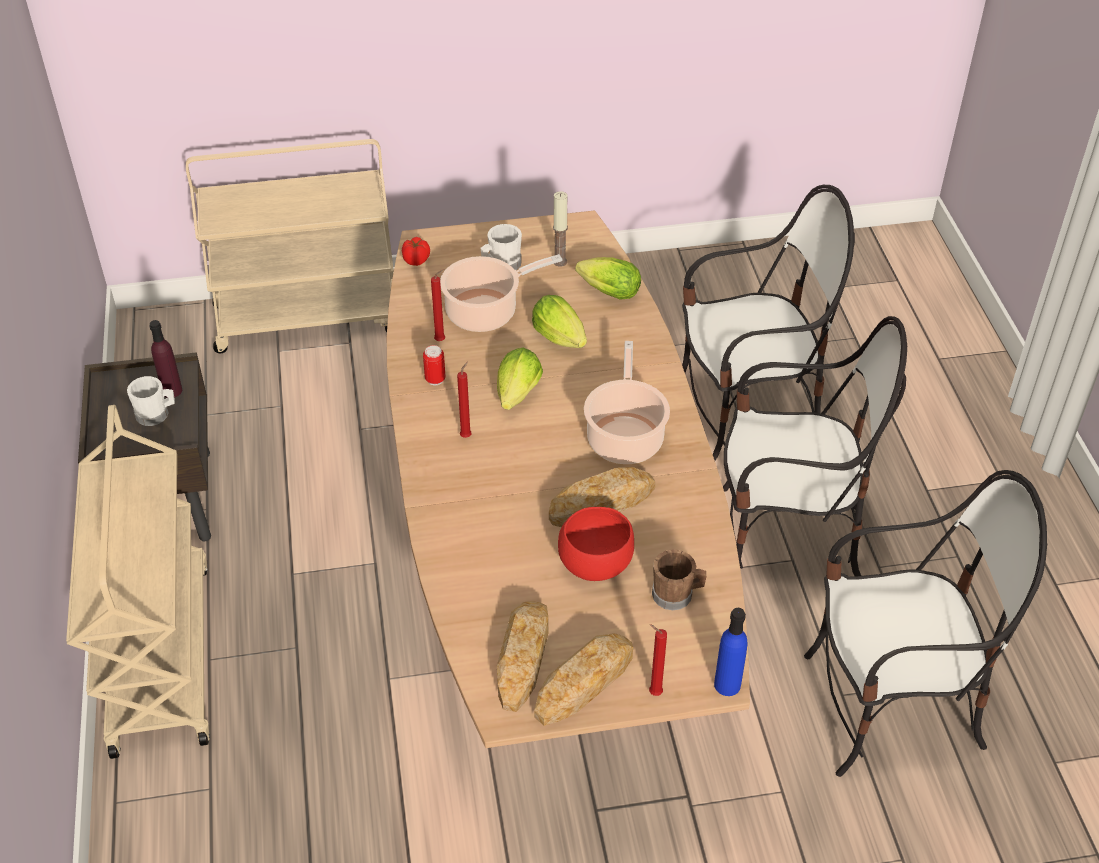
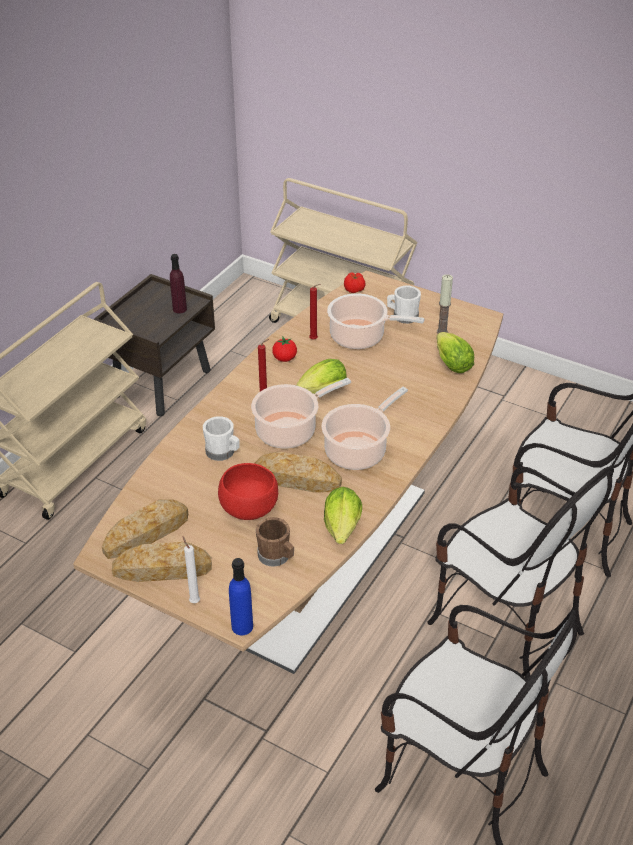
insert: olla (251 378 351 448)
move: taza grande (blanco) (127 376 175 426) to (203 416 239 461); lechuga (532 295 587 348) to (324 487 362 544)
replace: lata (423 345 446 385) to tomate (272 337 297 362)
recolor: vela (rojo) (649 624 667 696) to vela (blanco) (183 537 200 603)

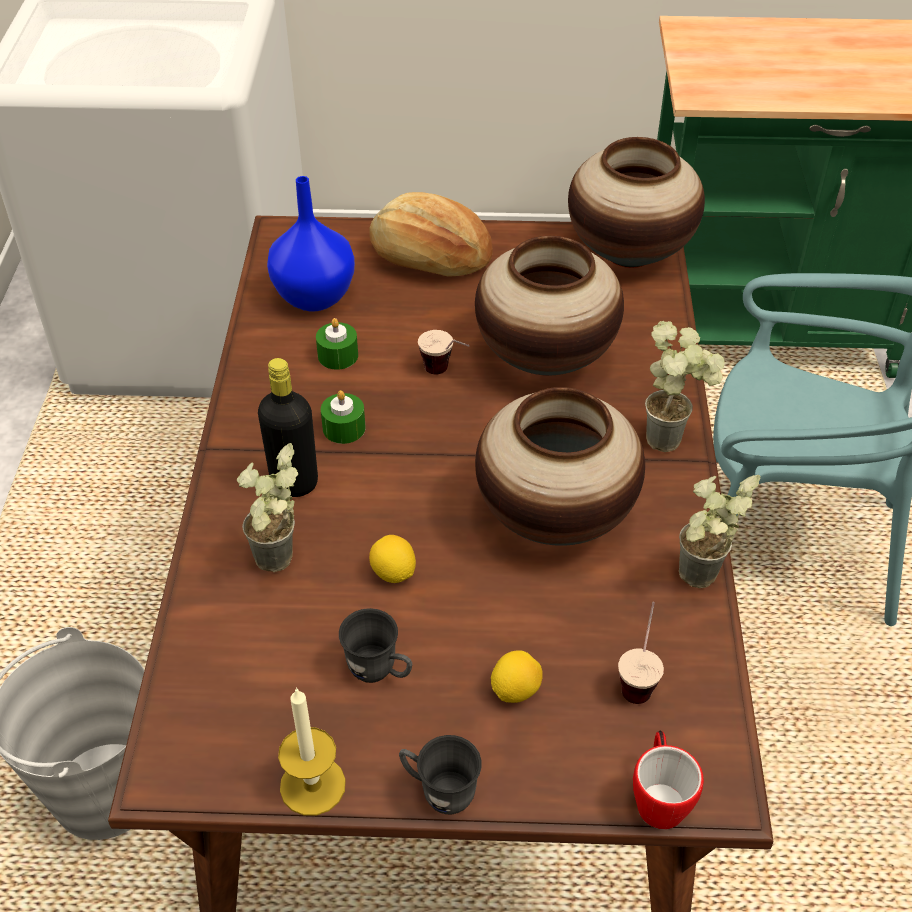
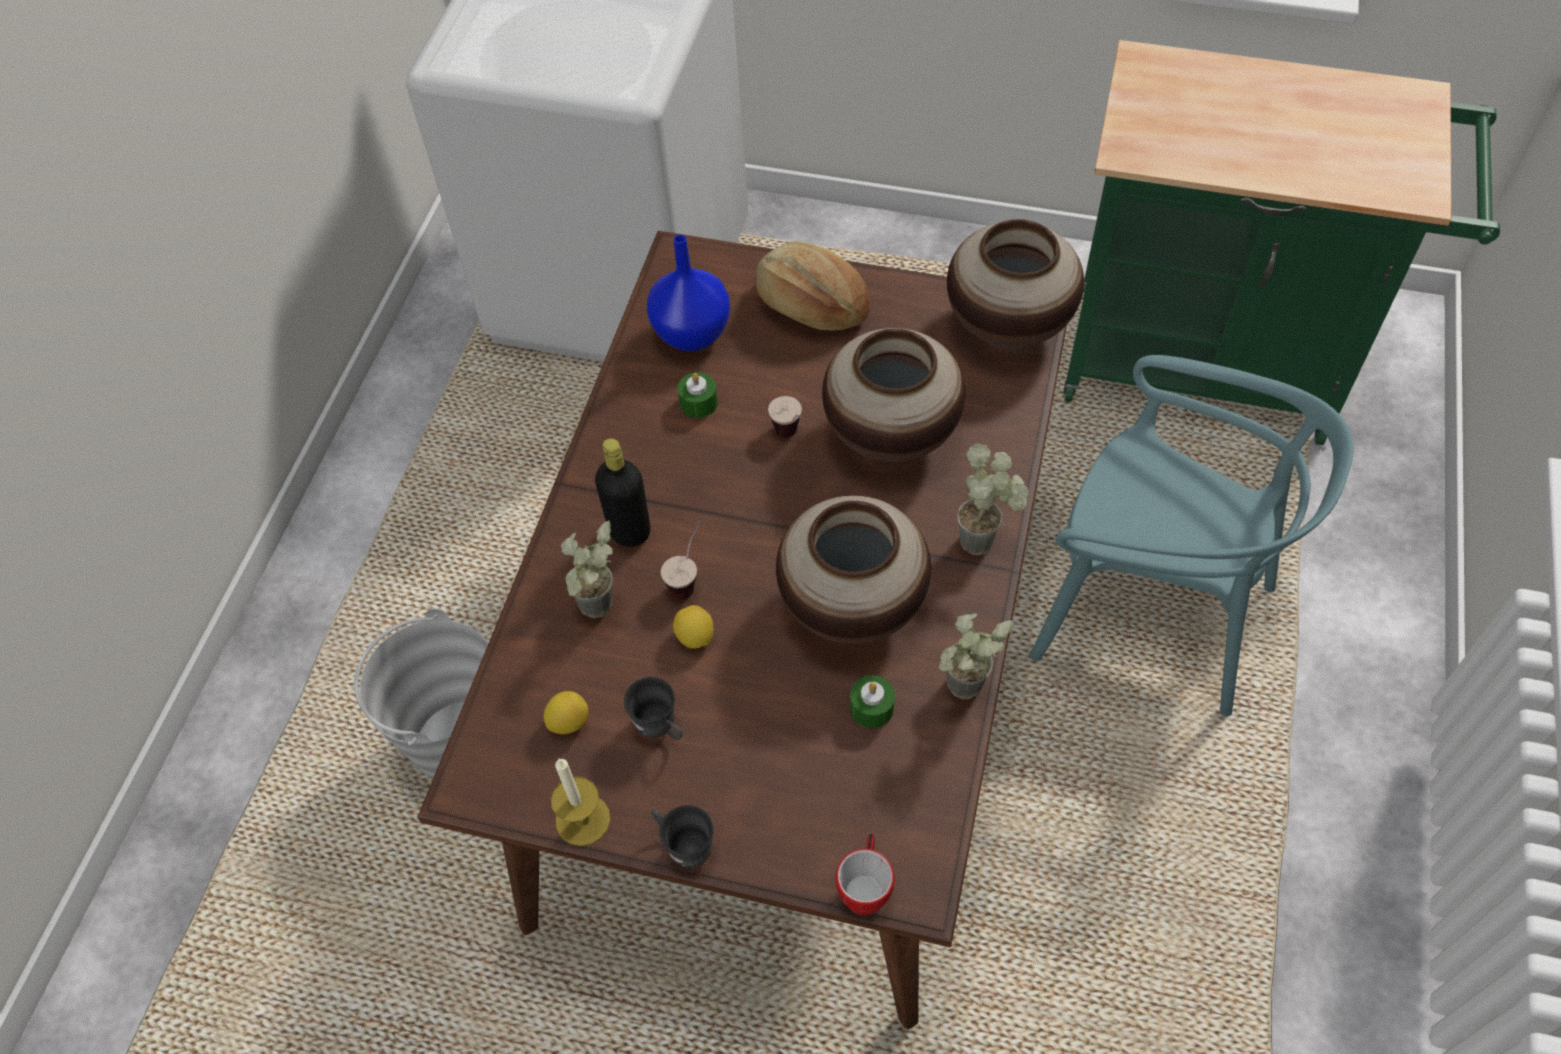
move: limón (491 650 543 703) to (543 691 589 734); taza (618 602 664 704) to (661 521 701 599); vela (verde) (321 390 365 444) to (850 675 895 728)

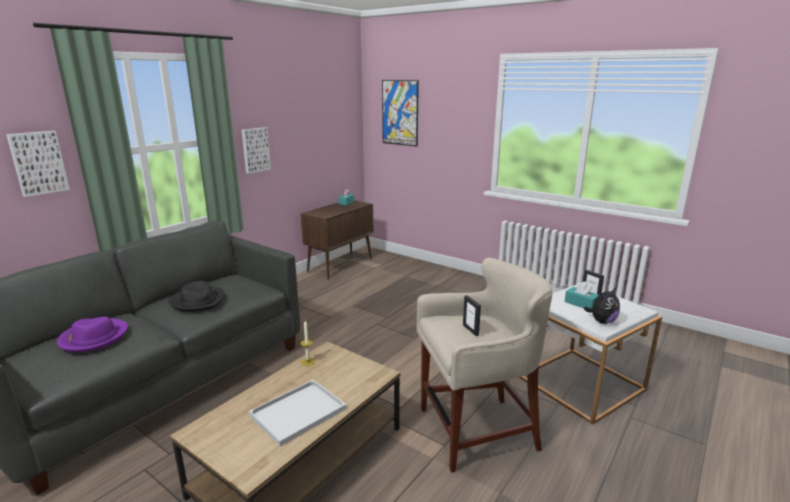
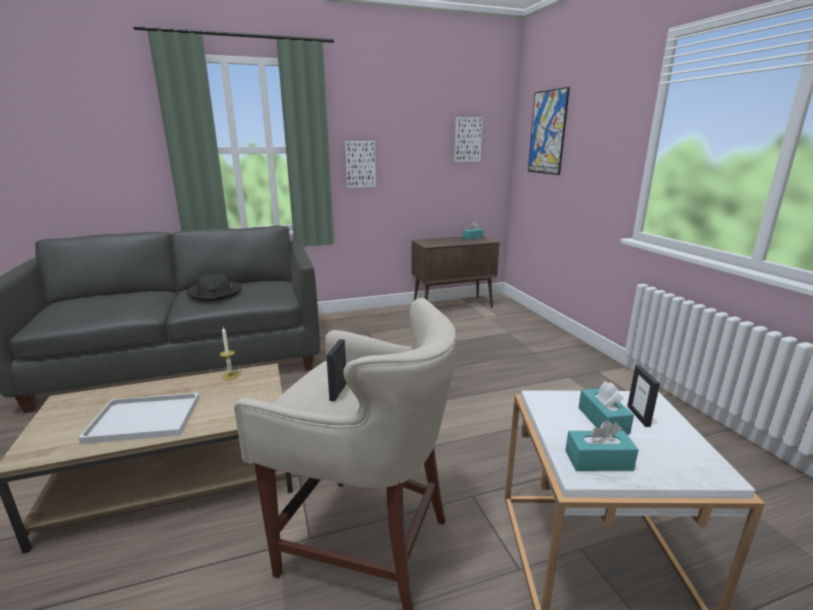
delete: sombrero (morado) (57 317 128 353)
move: cuadro (6 131 70 197) to (454 117 483 162)
replace: peluche (584 288 620 324) to caja de pañuelos (turquesa) (565 420 638 471)

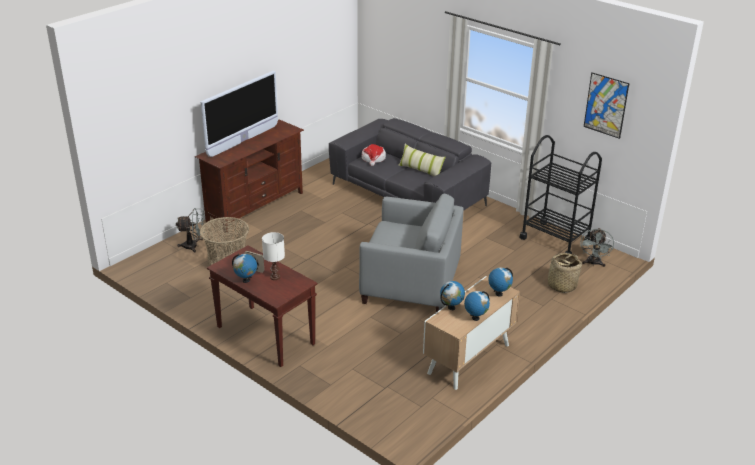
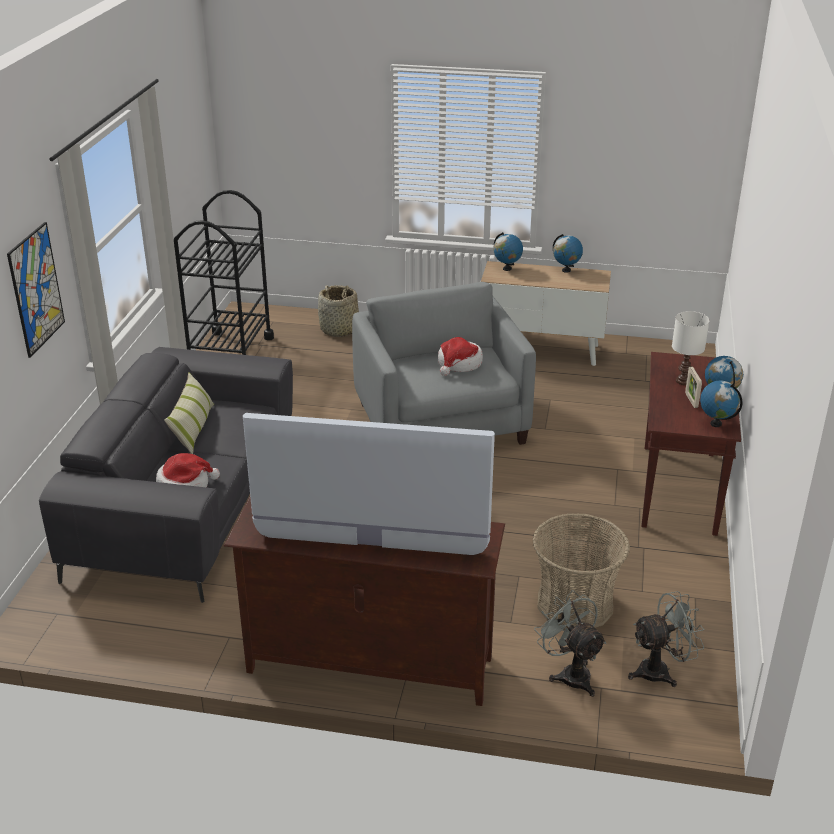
insert: sombrero (438 337 483 376)
move: cuadro (584 72 629 139) to (7 222 65 358); ventilador (gris) (580 228 614 267) to (628 591 705 687); globo terráqueo (440 281 465 310) to (700 380 742 427)

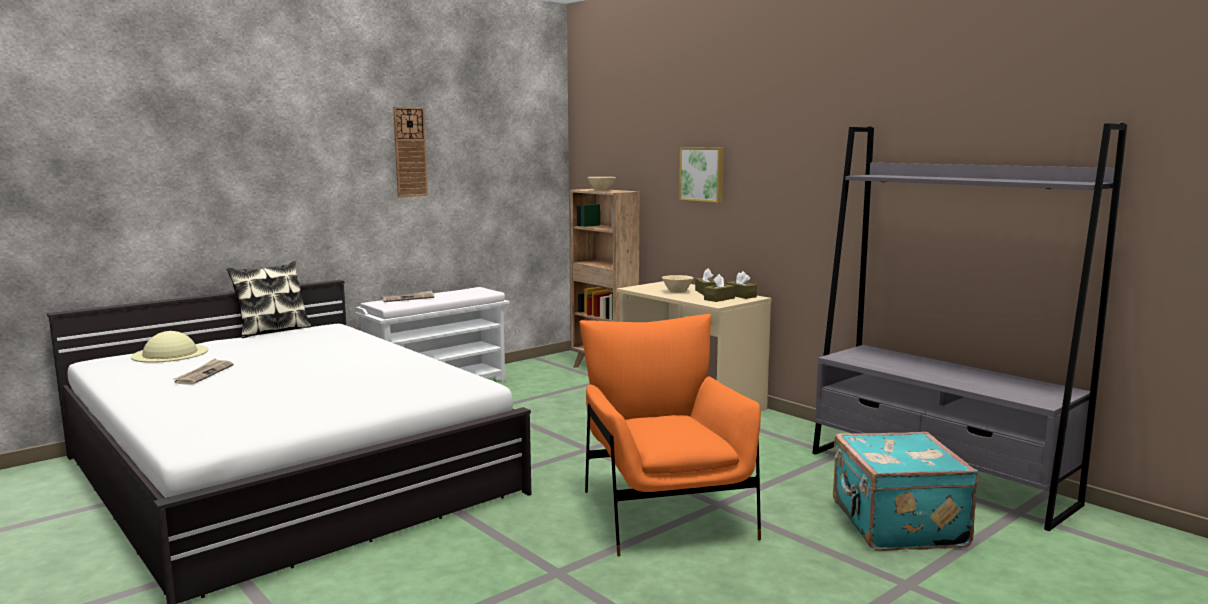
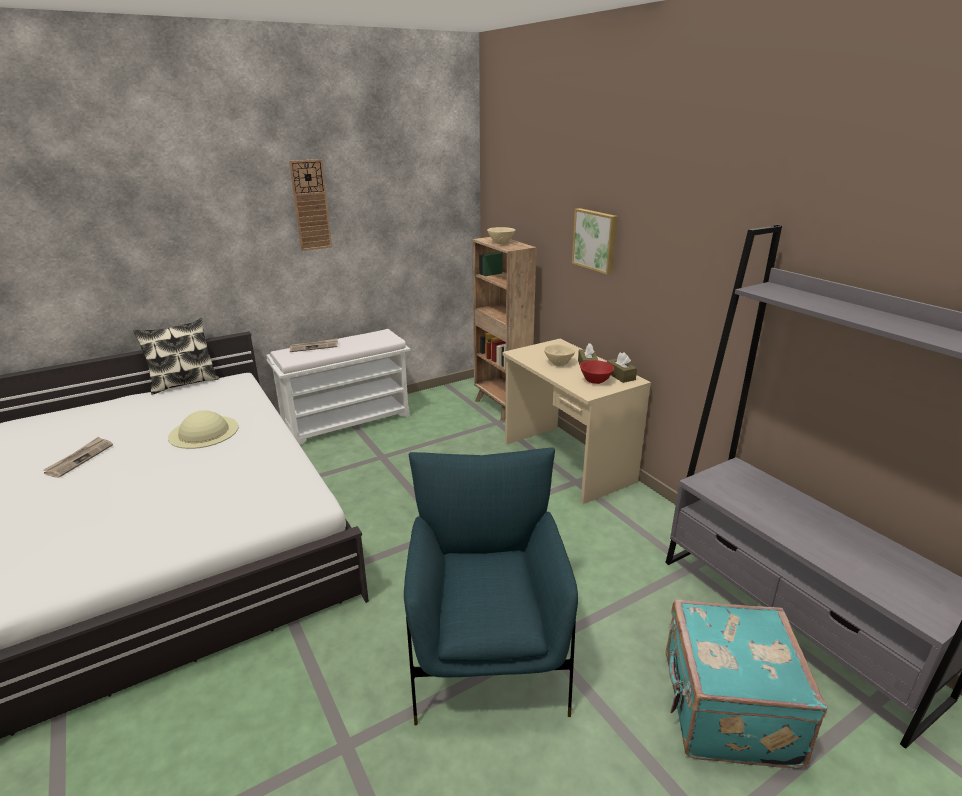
move: sombrero (beis) (131 331 208 363) to (168 410 239 449)
replace: caja de pañuelos (marrón) (704 274 735 302) to cuenco (rojo) (580 360 614 384)
recolor: sillón (naranja) (579 314 761 557) to sillón (azul) (404 448 578 726)

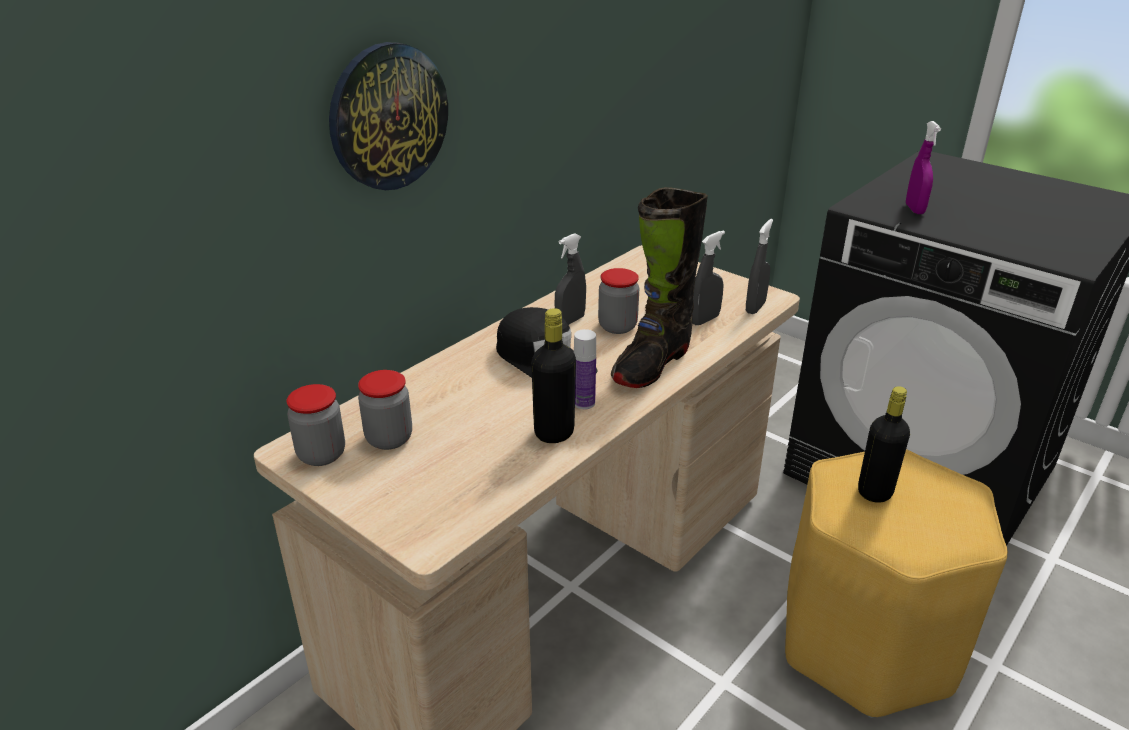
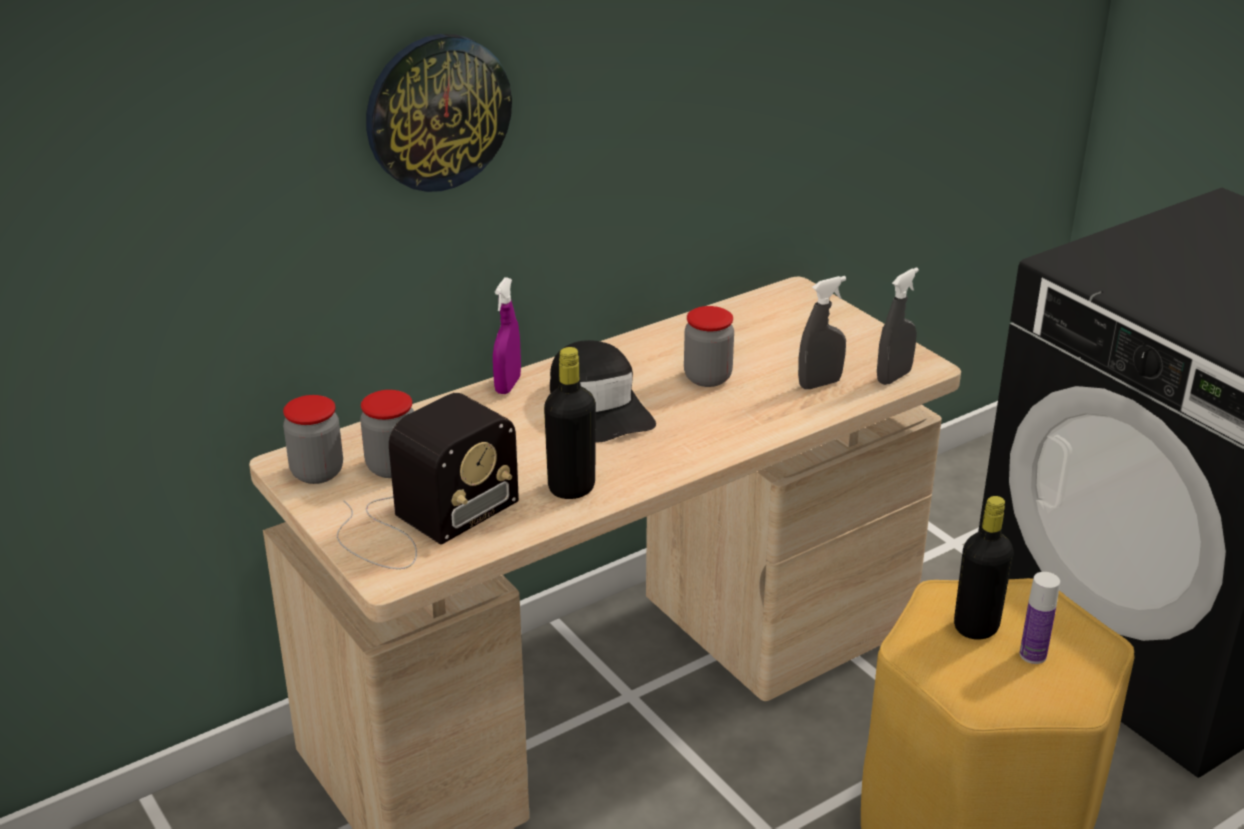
delete: pulverizador (gris) (555 233 586 325); bota (negro) (611 187 708 388)
insert: radio (337 393 519 569)
move: pulverizador (morado) (906 121 941 214) to (493 277 521 394); botella (574 329 596 409) to (1020 572 1060 664)

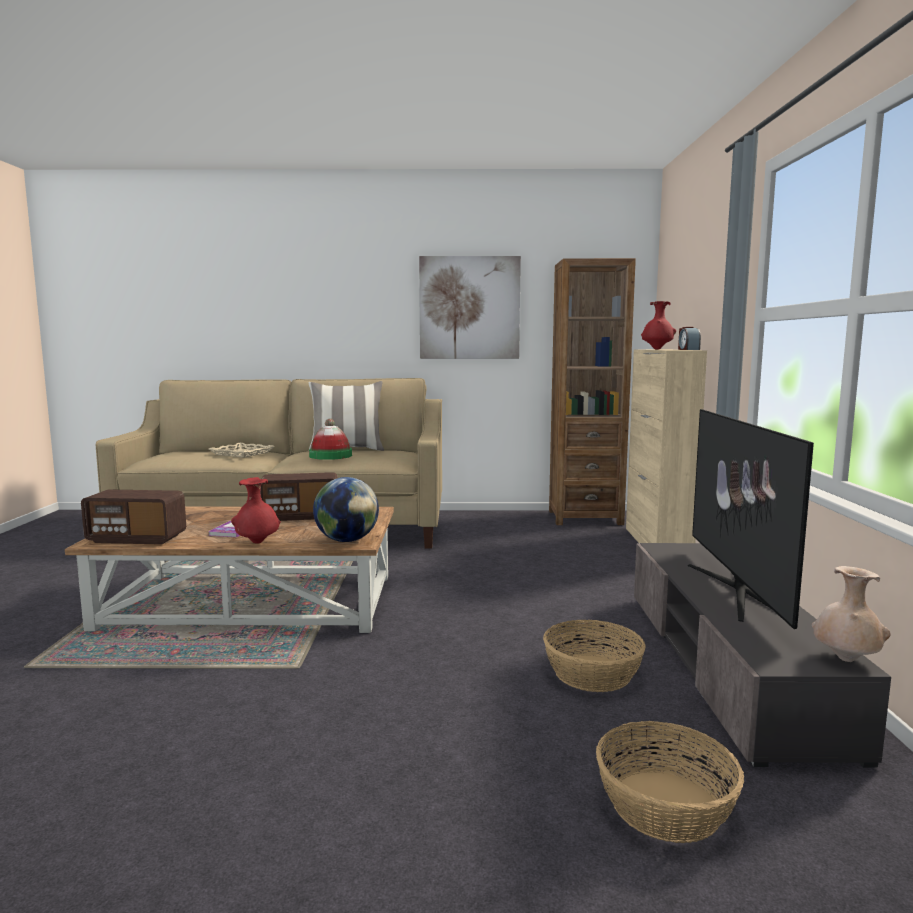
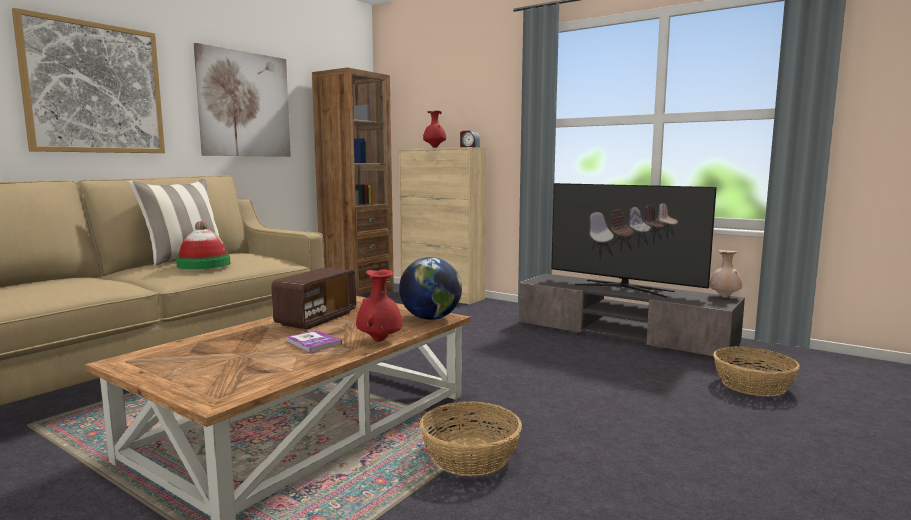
delete: radio (81 489 186 545); bandeja (beis) (209 443 275 458)
insert: cuadro (12 8 165 153)
move: cesta (543 620 646 692) to (419 401 522 476)

